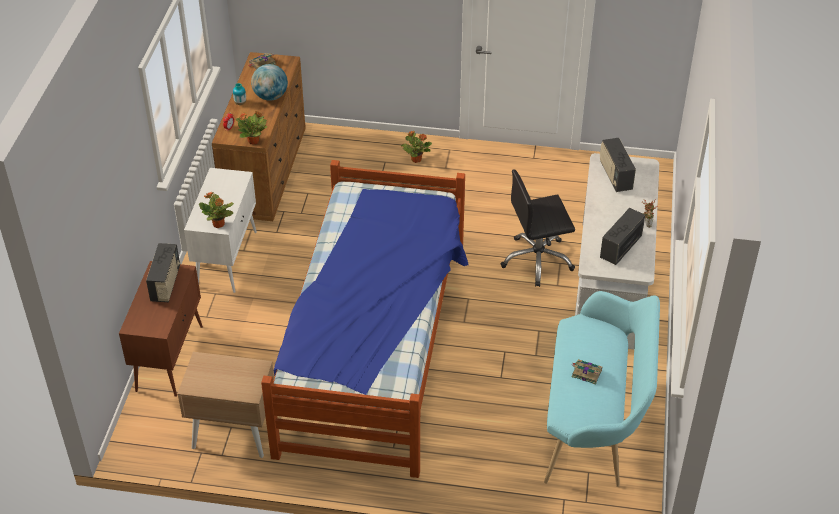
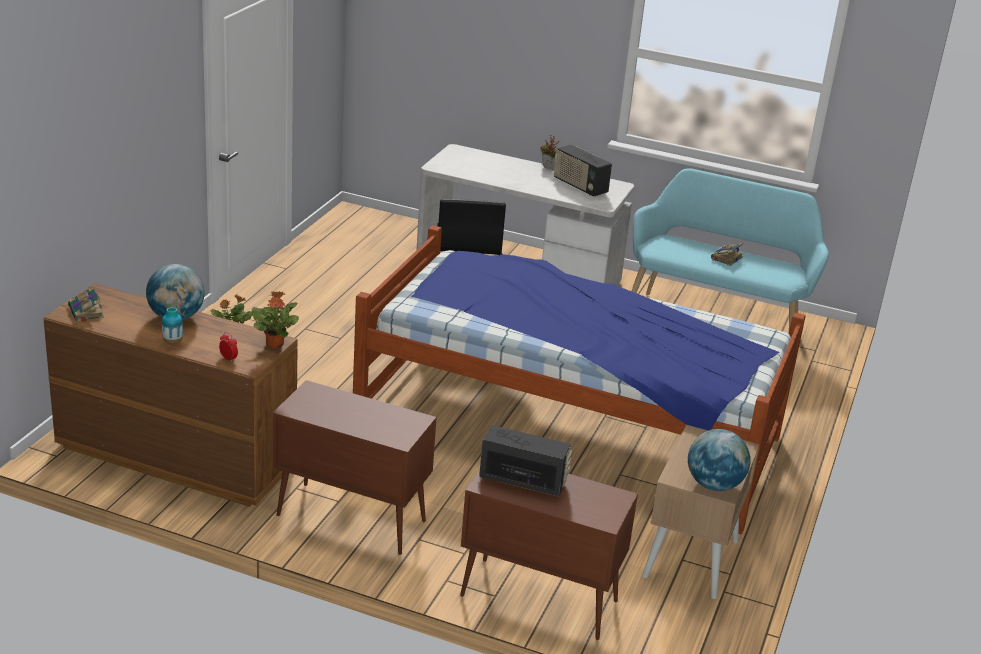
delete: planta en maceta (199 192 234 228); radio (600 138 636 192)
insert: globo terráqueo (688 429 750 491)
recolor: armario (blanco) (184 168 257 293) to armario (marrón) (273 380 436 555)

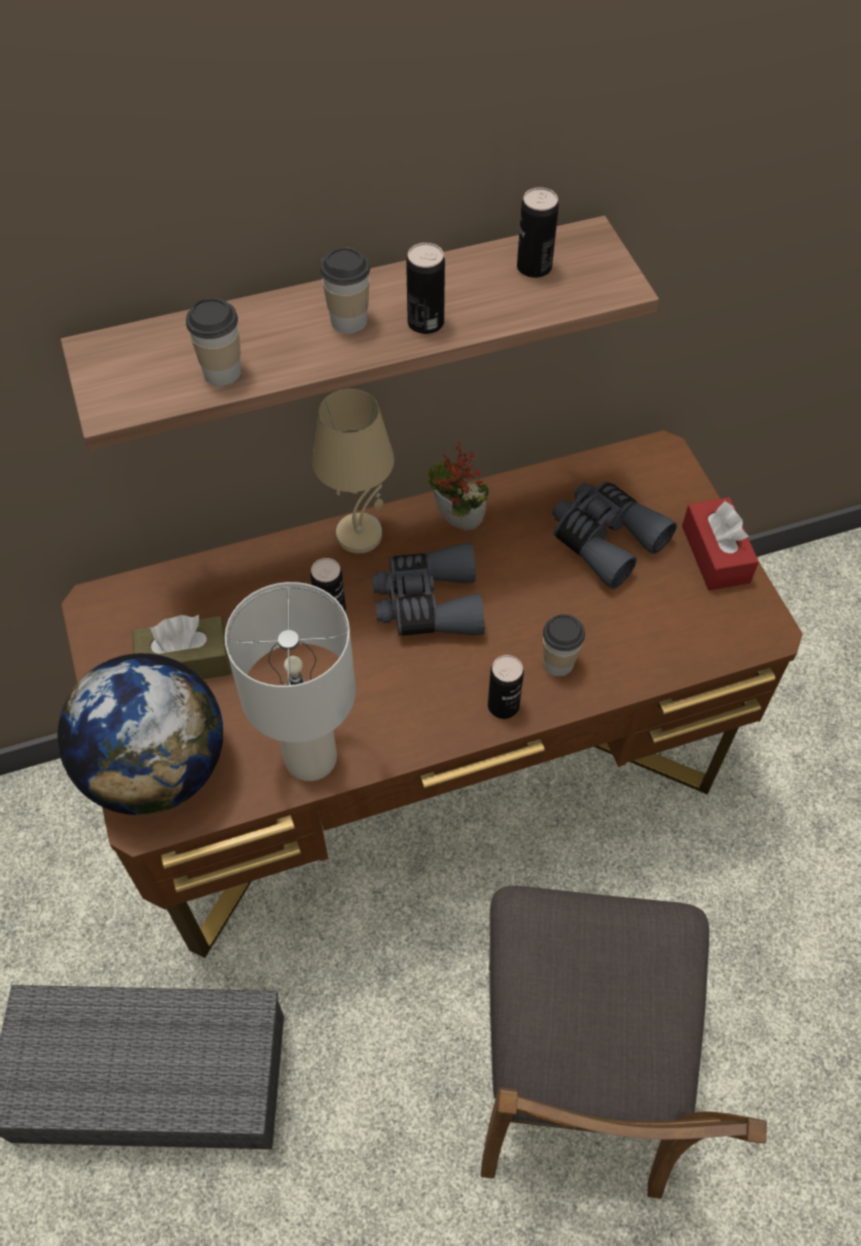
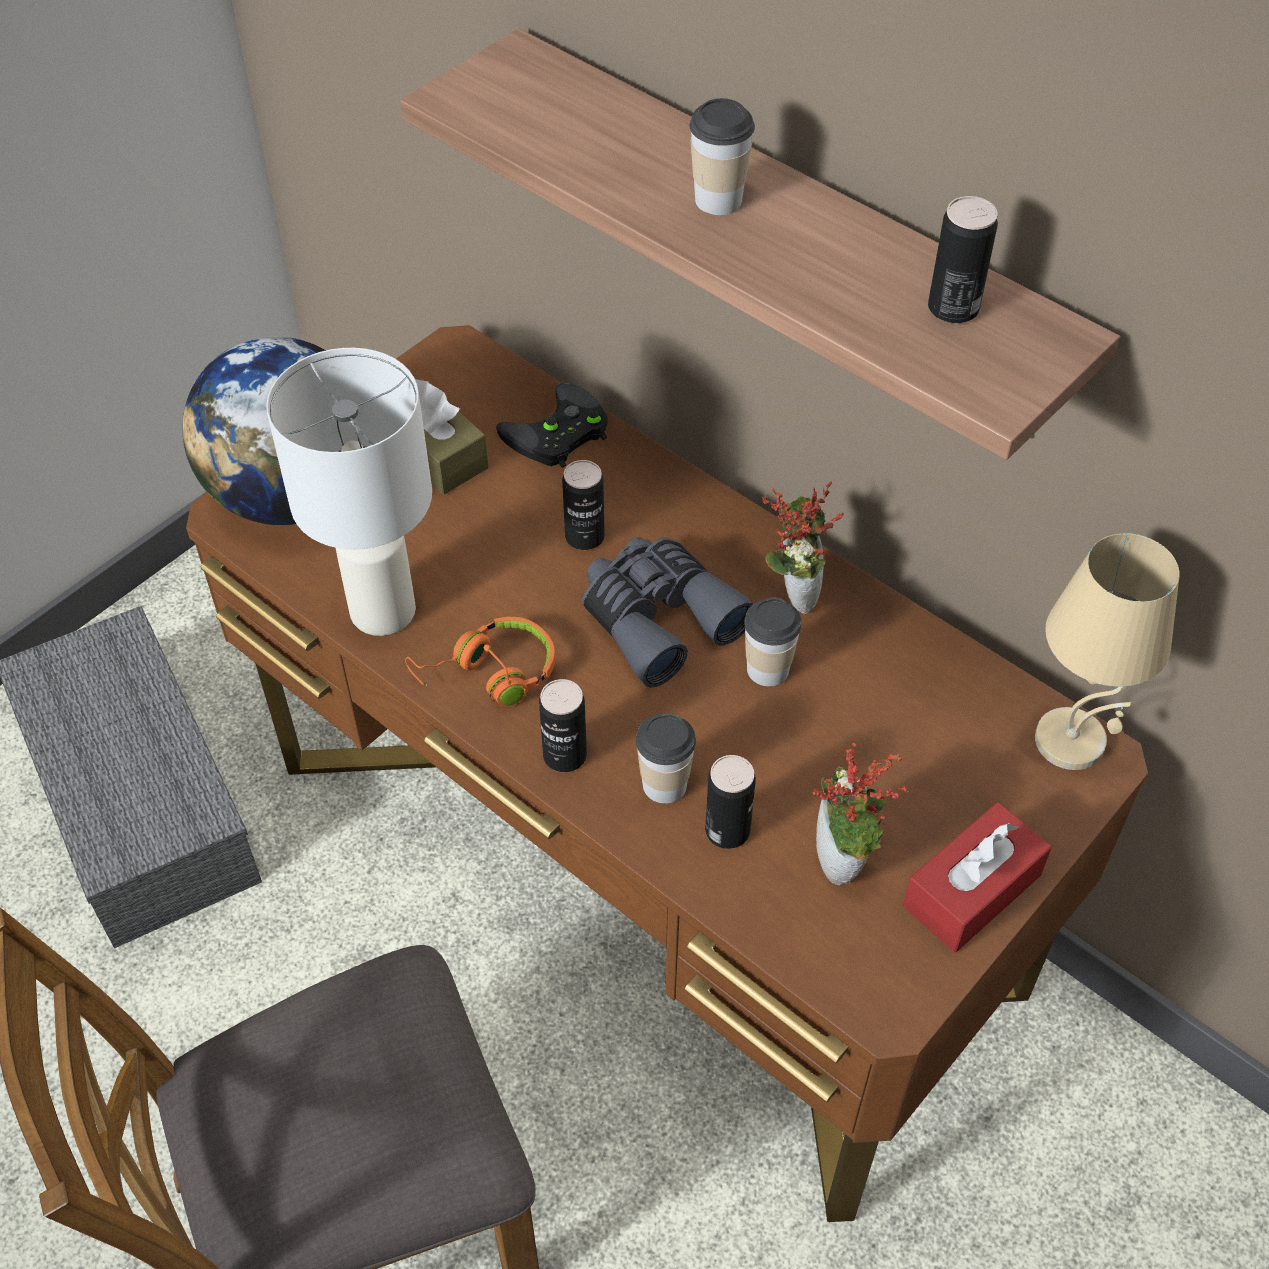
delete: prismáticos (gris) (552 482 677 589)
insert: auriculares (naranja) (405 617 555 706); mando de consola (negro) (496 383 608 468); planta en maceta (813 743 909 885)
move: lata (406 243 445 334) to (705 755 756 849); taza (186 299 241 386) to (744 597 801 687); lámpara de mesa (beis) (312 389 394 553) to (1035 533 1179 770)

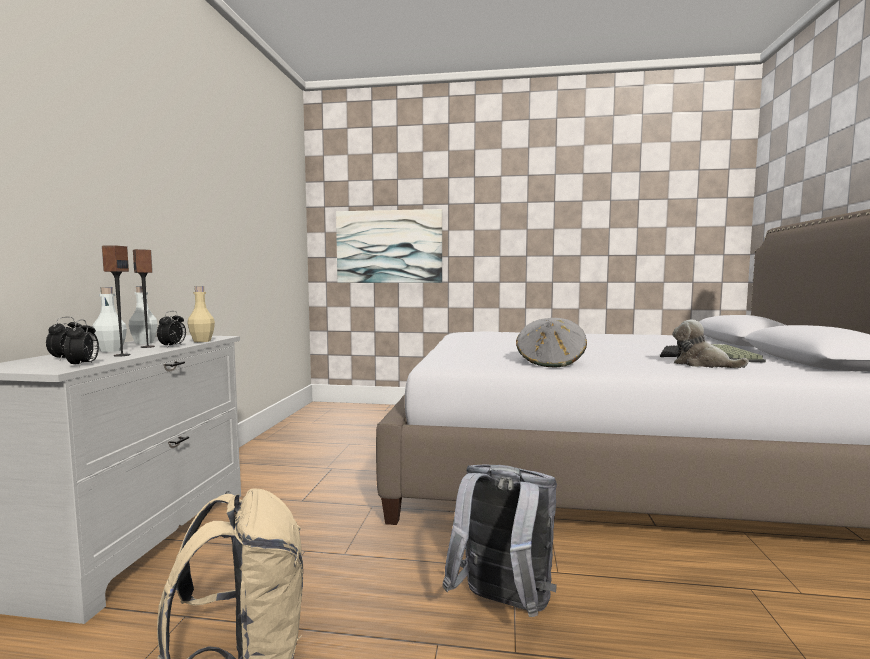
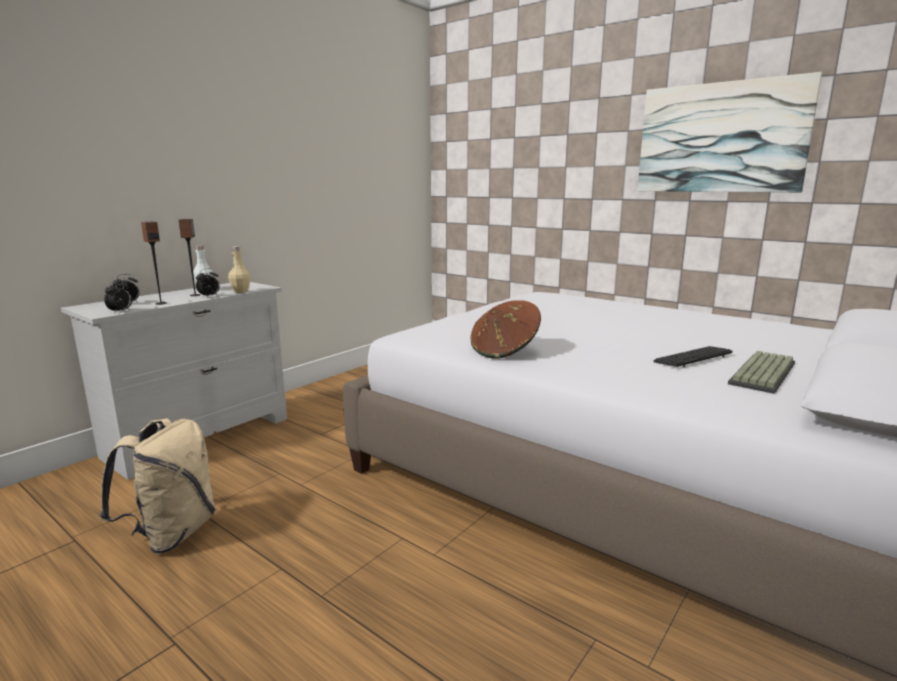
delete: botella (blanco) (92 287 127 352); mochila (gris) (442 464 557 617); peluche (673 320 749 368)
move: cuadro (336 209 442 283) to (637 72 822 192)
recolor: sombrero (gris) (516 318 587 367) to sombrero (marrón) (471 300 541 359)

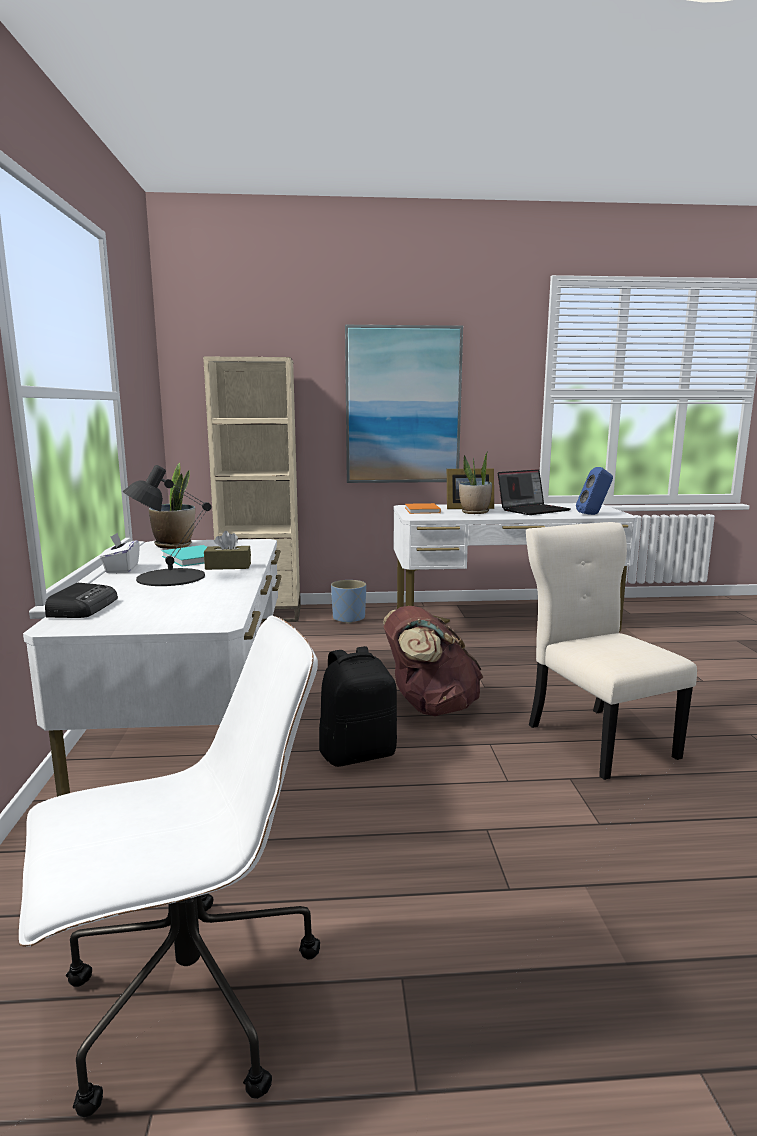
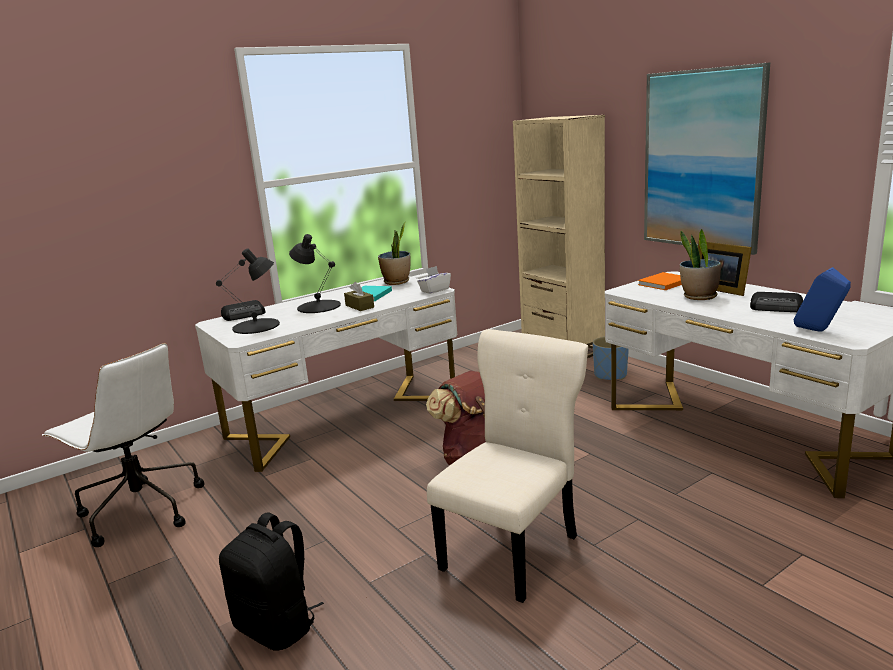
insert: lámpara de mesa (negro) (216 248 280 334)
move: mochila (negro) (319 646 397 767) to (219 512 324 651); caja de pañuelos (blanco) (100 533 140 573) to (417 266 451 294)
replace: portátil (498 469 571 515) to radio (750 292 803 312)

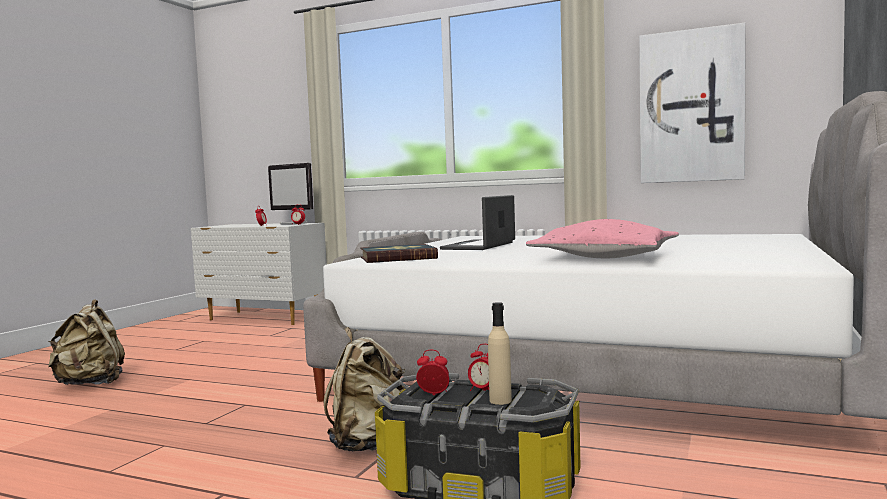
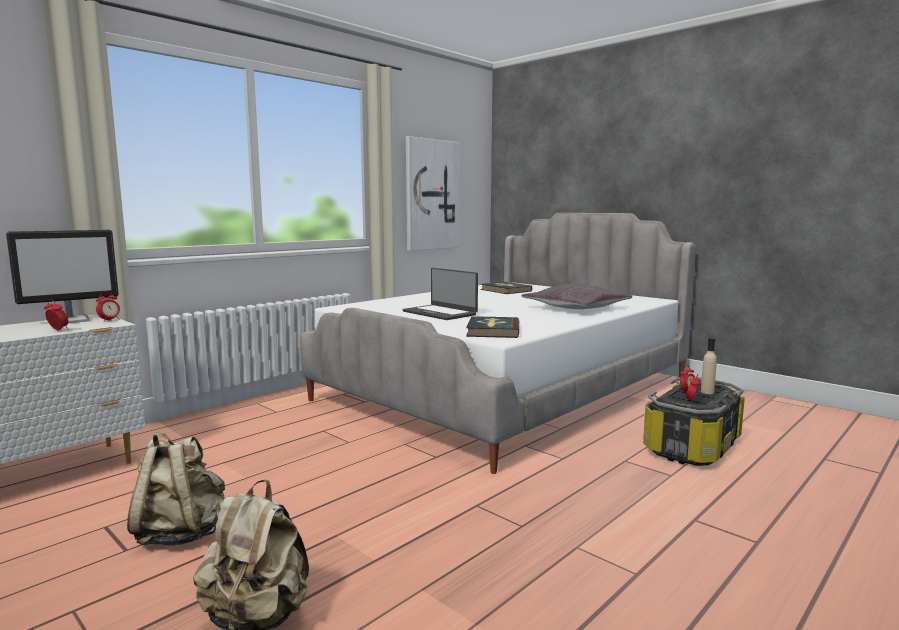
insert: libro (481 282 532 294)
move: mochila (beis) (323 327 405 451) to (127 432 225 546)
recolor: cojín (rosa) (526 219 679 258) to cojín (gris) (522 283 632 309)

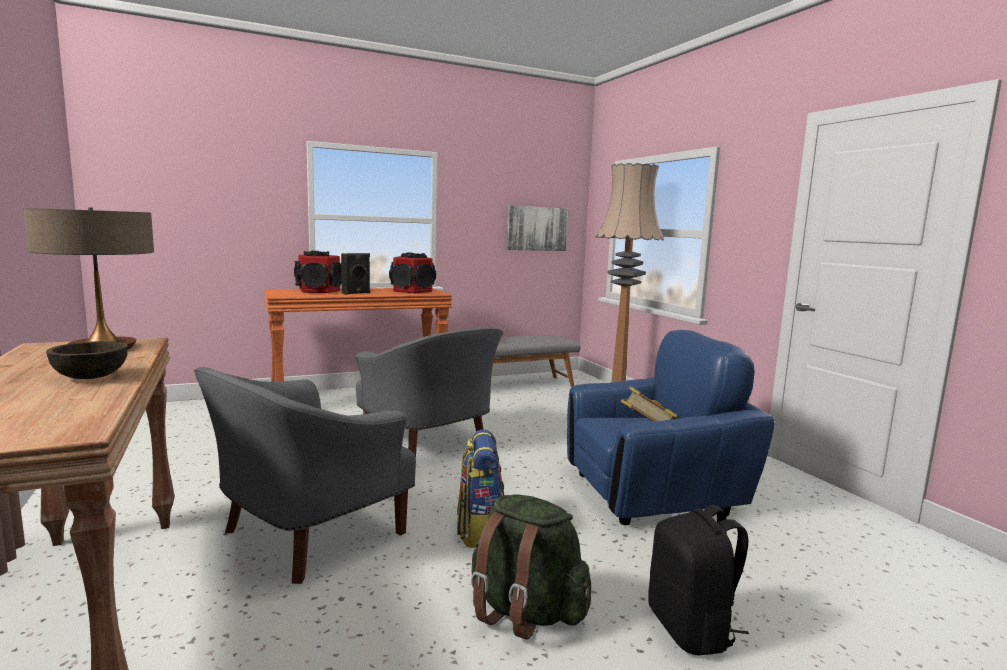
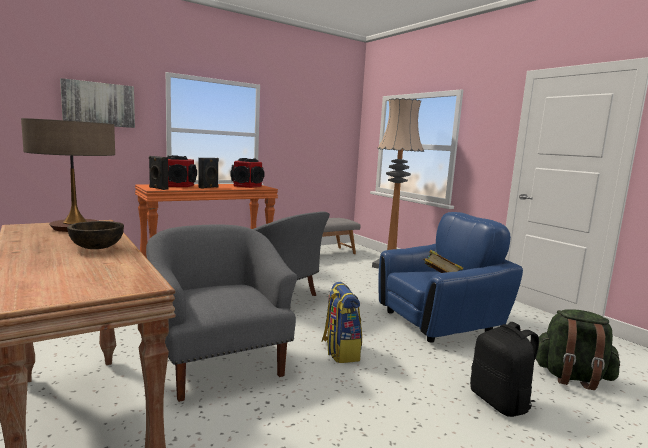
insert: altavoz (negro) (149 156 168 190)
move: cuadro (506 206 569 251) to (60 78 135 128); mochila (verde) (471 494 591 640) to (535 309 620 390)
rotate: sillón (gris) (194 367 416 584) = (146 224 297 402) 120 degrees clockwise

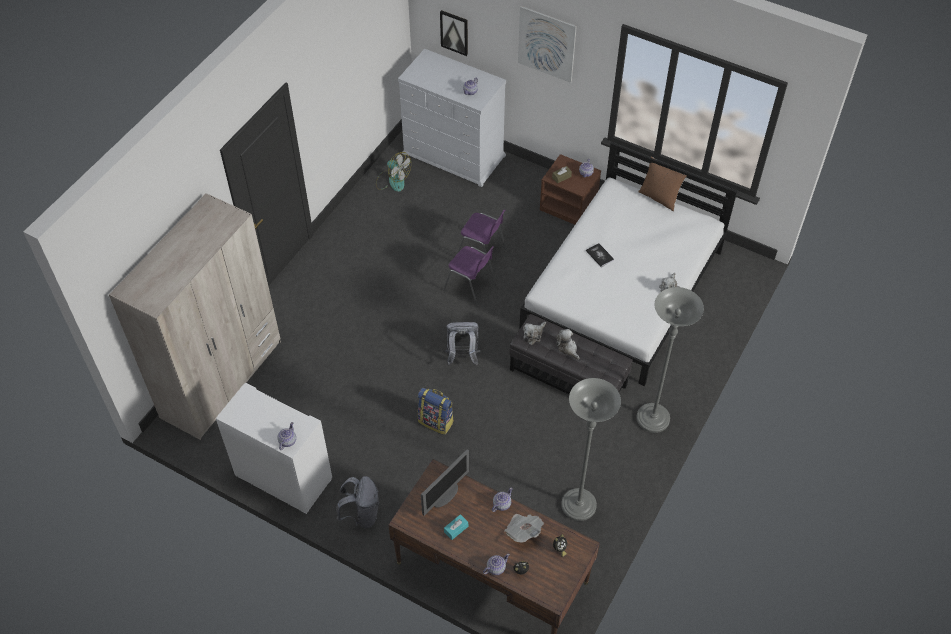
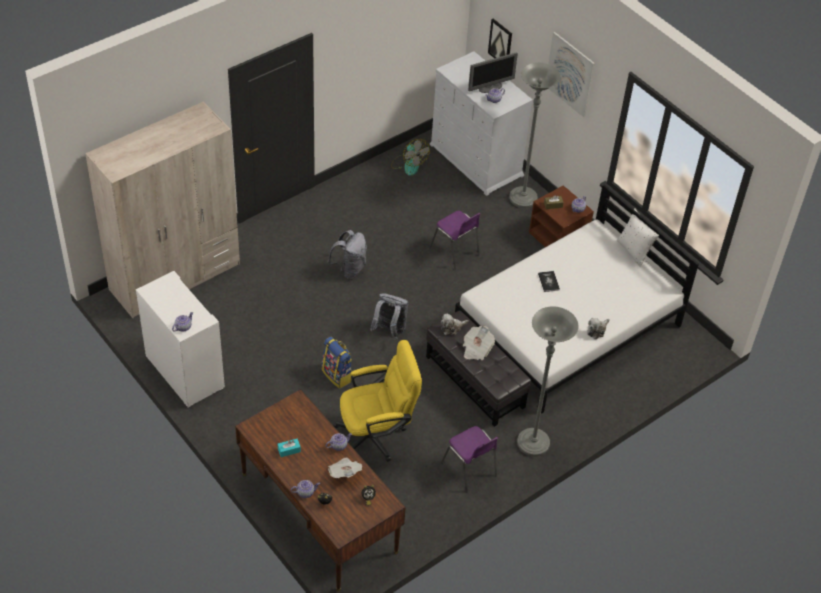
insert: silla de oficina (amarillo) (333 340 422 462)
move: mochila (gris) (336 476 379 528) to (328 230 367 279); silla (morado) (443 246 496 307) to (441 426 498 493); monitor (421 449 469 516) to (468 52 518 93); lámpara de pie (gris) (561 378 621 521) to (509 63 561 208)
replace: peluche (556 329 579 360) to periódico (463 326 495 360)
recolor: cojín (marrón) (638 156 687 211) to cojín (blanco) (617 209 659 268)

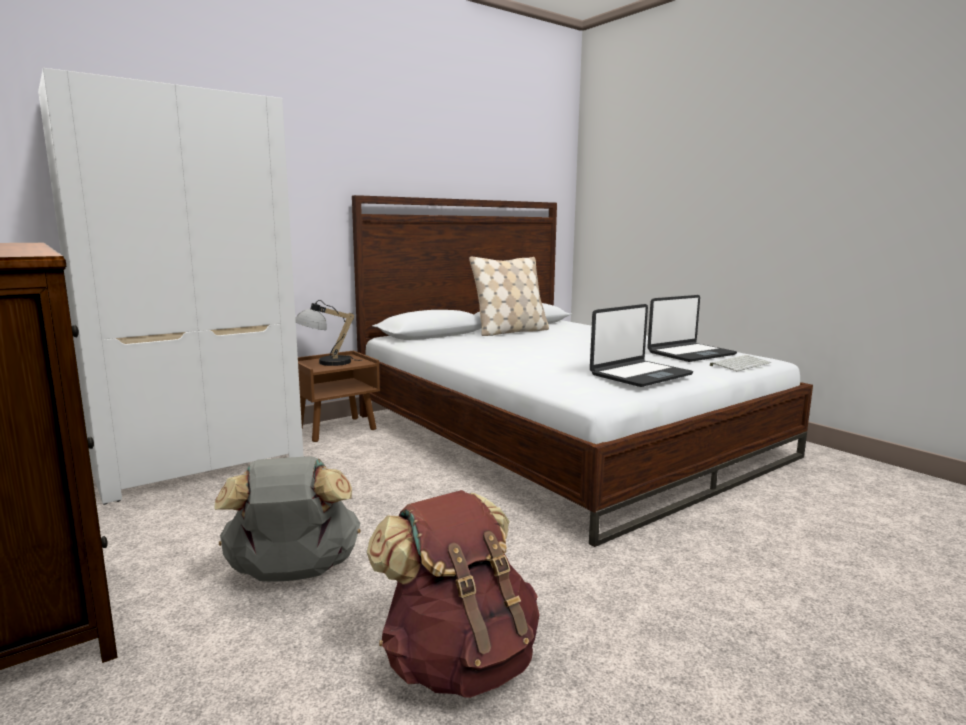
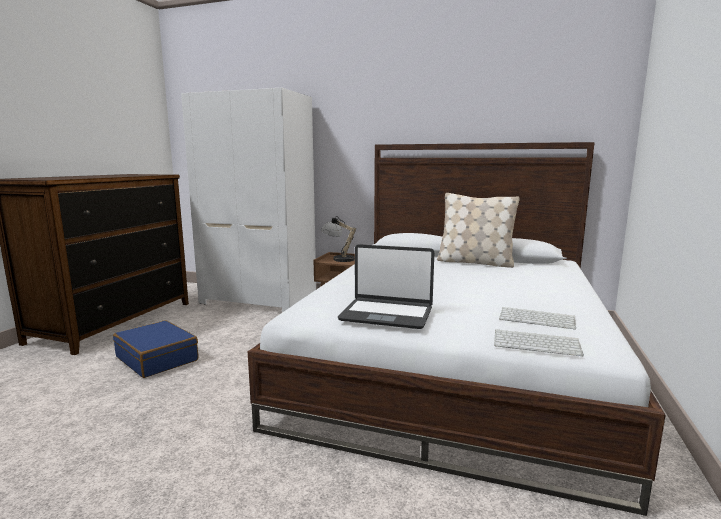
delete: mochila (marrón) (367 490 540 698)
replace: mochila (gris) (215 456 361 582) to maleta (azul) (113 320 198 378); portátil (647 295 737 362) to teclado (499 307 576 330)

